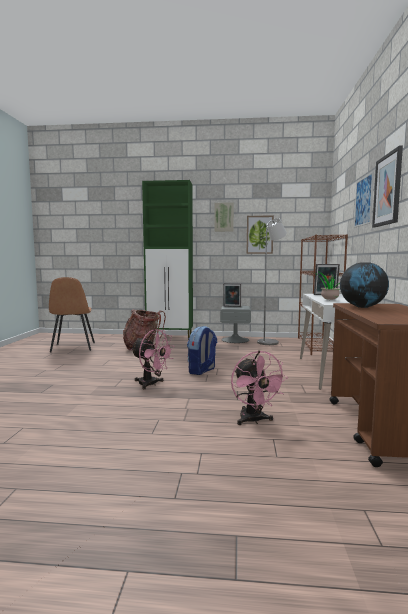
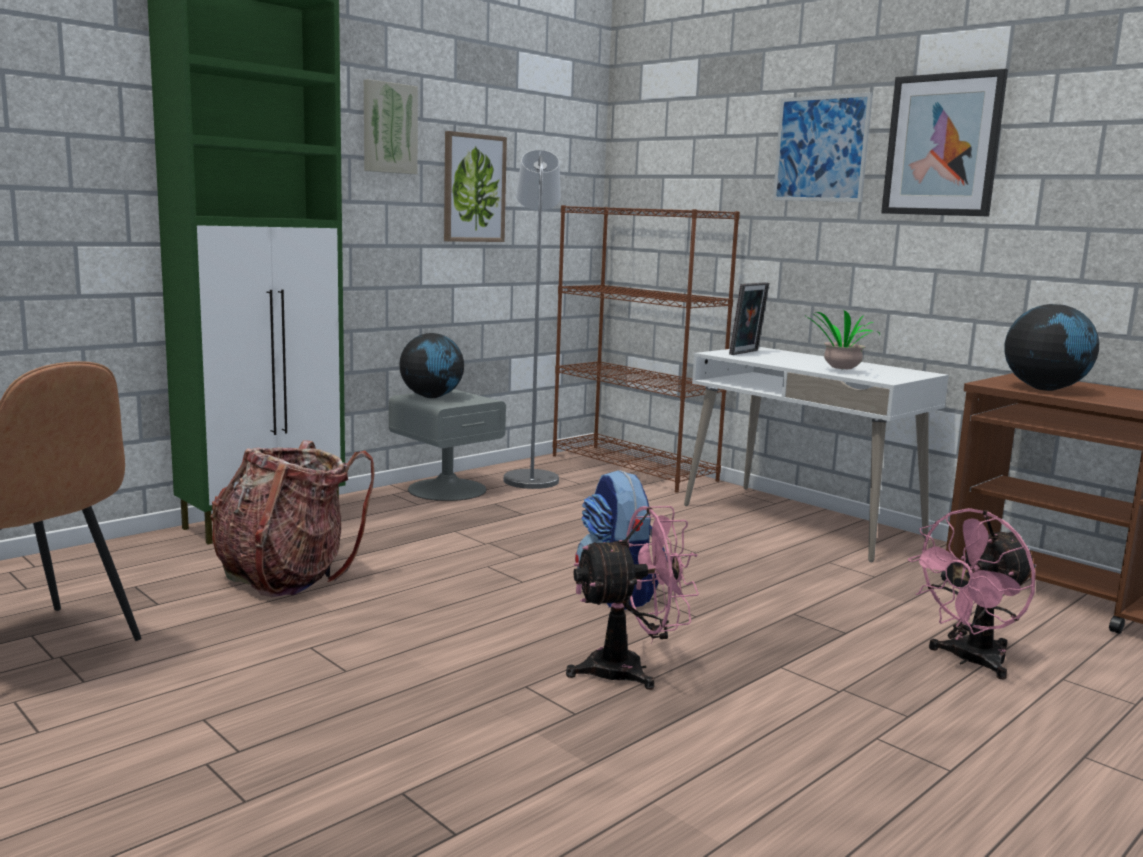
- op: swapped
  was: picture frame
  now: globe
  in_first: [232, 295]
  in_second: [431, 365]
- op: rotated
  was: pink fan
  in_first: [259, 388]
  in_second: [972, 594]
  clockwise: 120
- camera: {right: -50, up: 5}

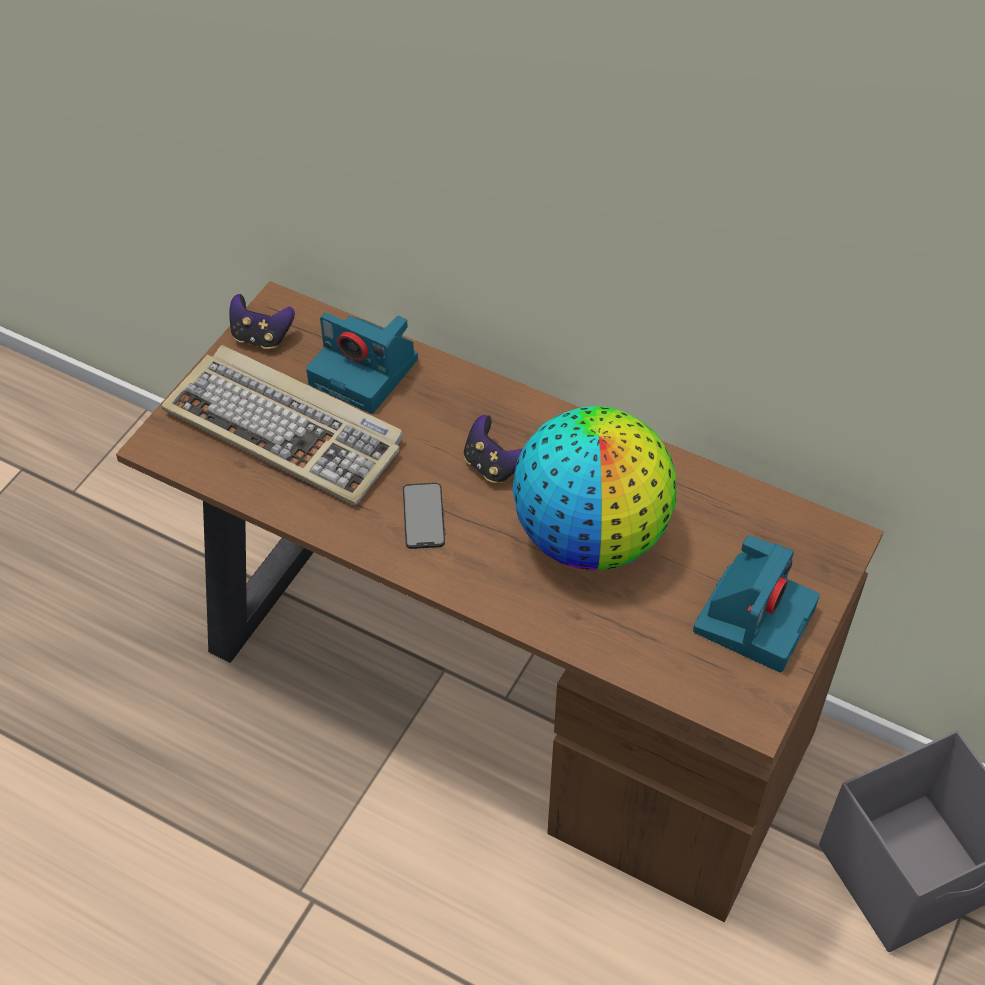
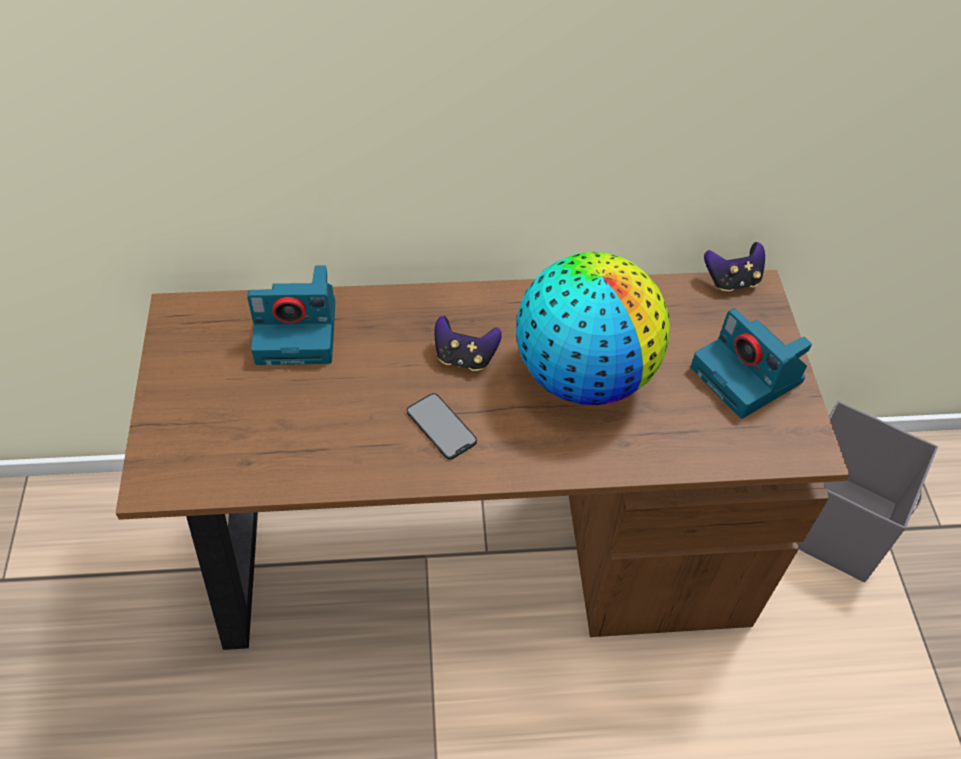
- op: shifted
  was: game controller
  in_first: [262, 321]
  in_second: [734, 266]
- op: gone
  was: keyboard
  in_first: [282, 425]
- op: rotated
  was: photo camera
  in_first: [756, 604]
  in_second: [751, 363]
  clockwise: 150
- camera: {right: -35, up: 0}

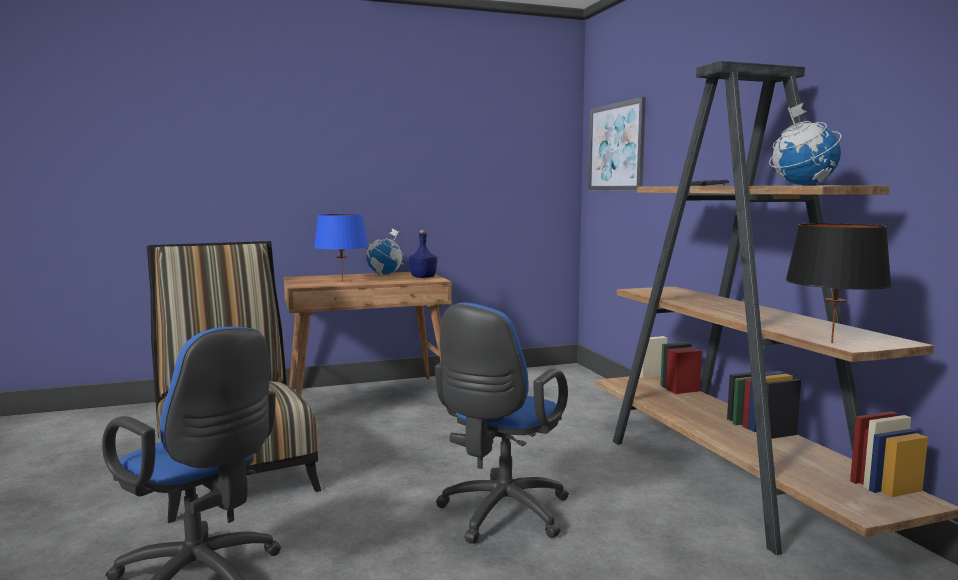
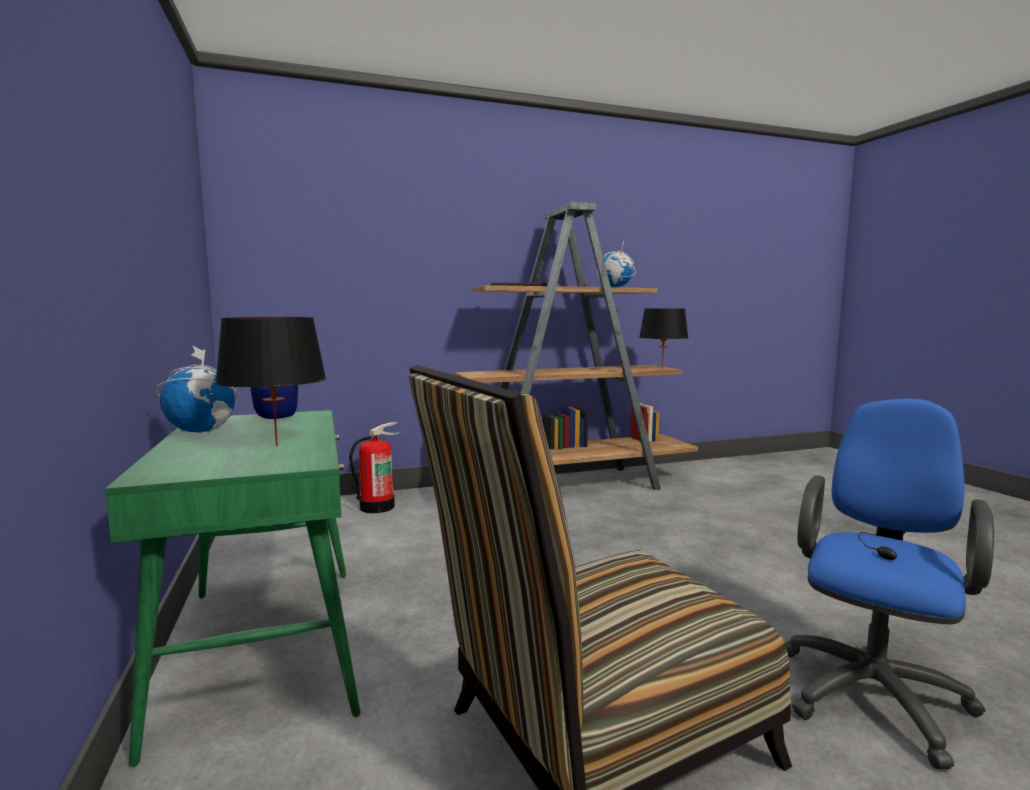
- op: gone
  was: picture
  in_first: [617, 144]
- op: repainted
  was: blue table lamp
  now: black table lamp
  in_first: [341, 248]
  in_second: [270, 381]
- op: repainted
  was: brown desk
  now: green desk
  in_first: [368, 334]
  in_second: [233, 588]
- op: gone
  was: blue office chair
  in_first: [502, 423]
- op: new
  now: fire extinguisher
  in_second: [374, 467]
- camera: {right: -90, up: 0}

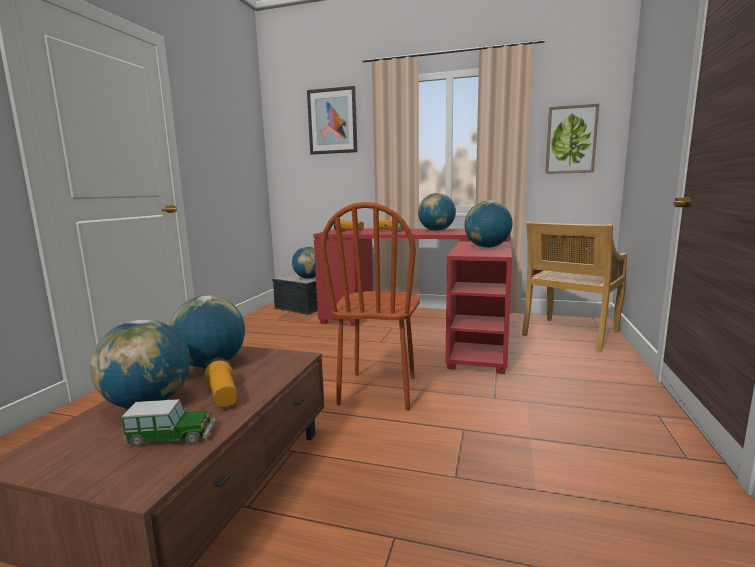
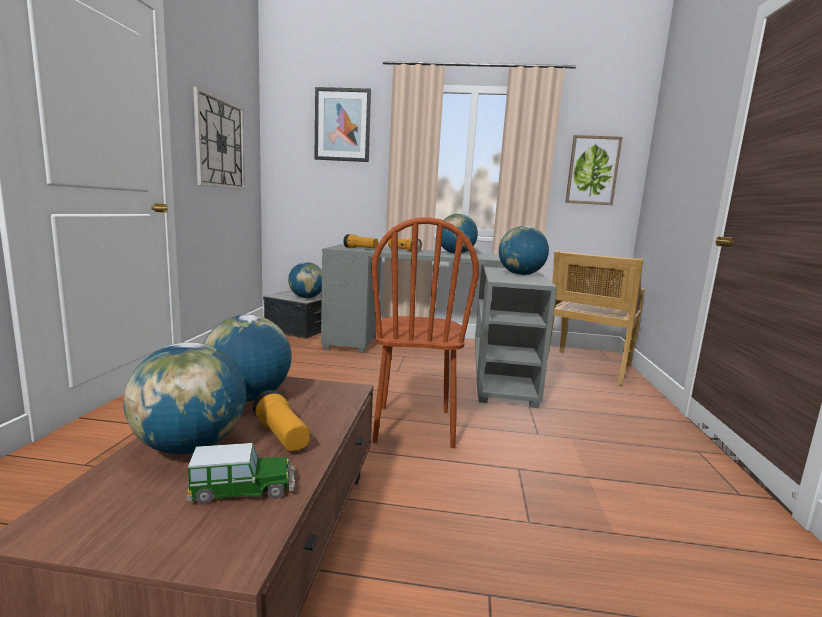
- op: repainted
  was: red desk
  now: grey desk
  in_first: [412, 301]
  in_second: [439, 326]
- op: new
  now: wall clock
  in_second: [219, 138]
- camera: {right: -10, up: 0}

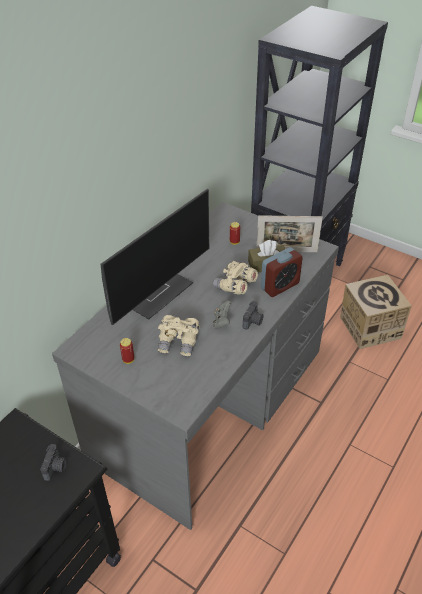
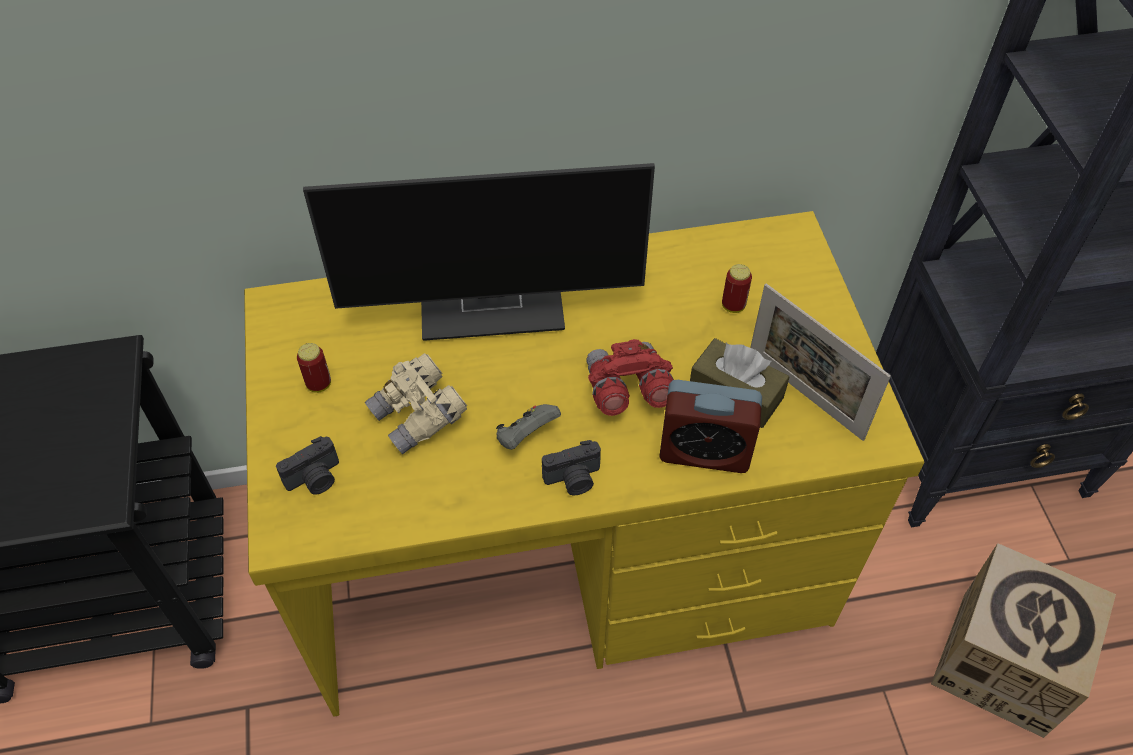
- op: repainted
  was: grey desk
  now: yellow desk
  in_first: [195, 366]
  in_second: [584, 464]
- op: repainted
  was: beige binoculars
  now: red binoculars
  in_first: [235, 278]
  in_second: [630, 377]
- op: shifted
  was: photo camera
  in_first: [53, 462]
  in_second: [307, 465]
- camera: {right: 45, up: 10}

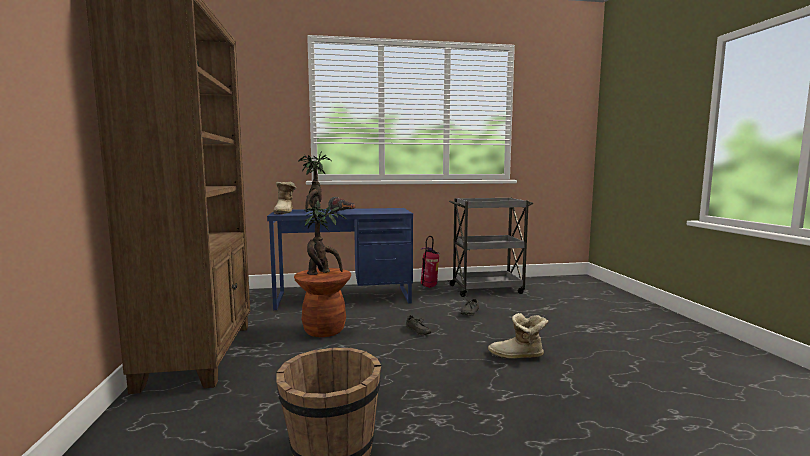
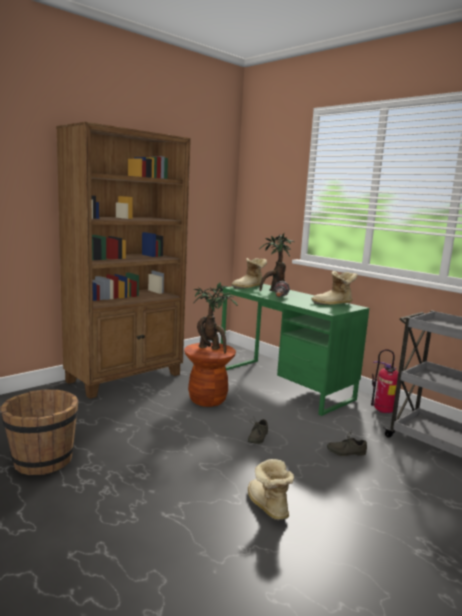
- op: repainted
  was: blue desk
  now: green desk
  in_first: [340, 259]
  in_second: [295, 350]
- op: new
  now: boot
  in_second: [334, 288]
- camera: {right: 55, up: 5}

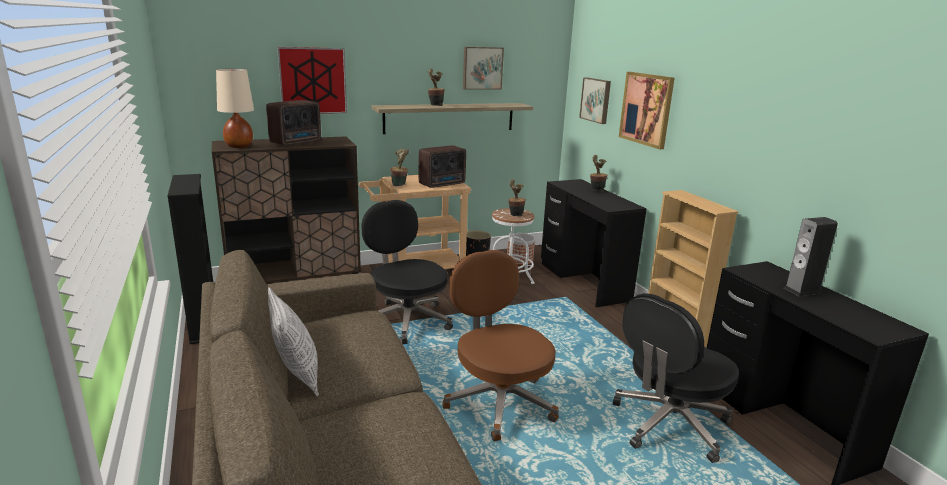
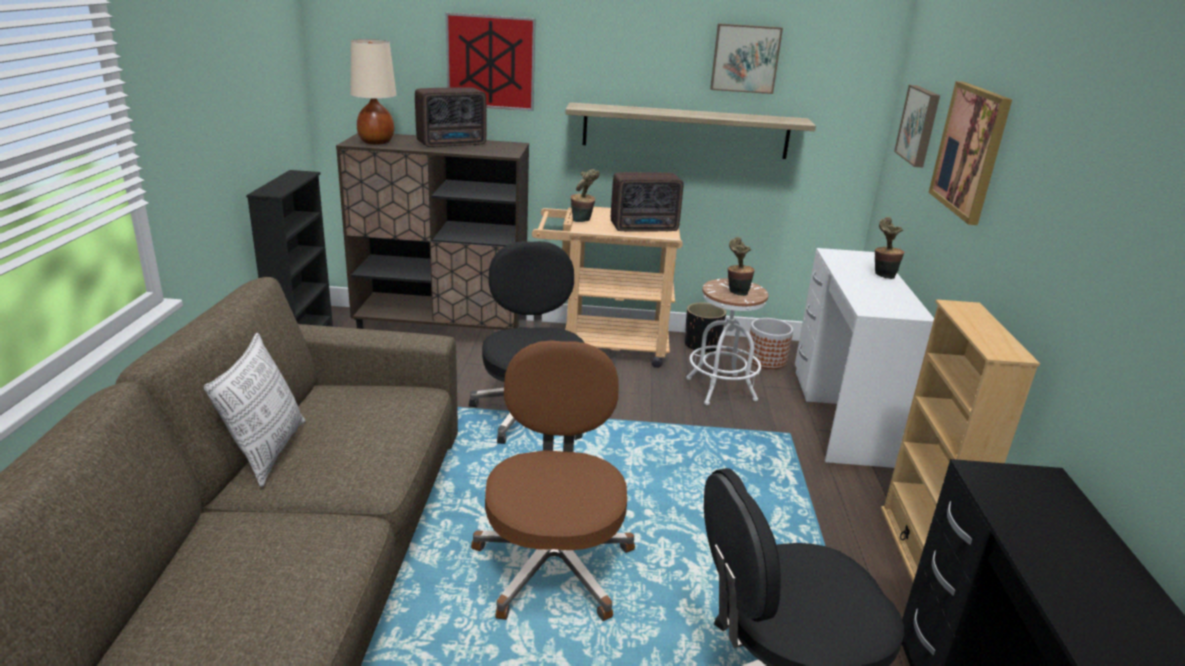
- op: gone
  was: potted plant
  in_first: [436, 87]
- op: repainted
  was: black desk
  now: white desk
  in_first: [594, 243]
  in_second: [864, 358]
- op: gone
  was: speaker
  in_first: [811, 256]
- camera: {right: 25, up: 5}

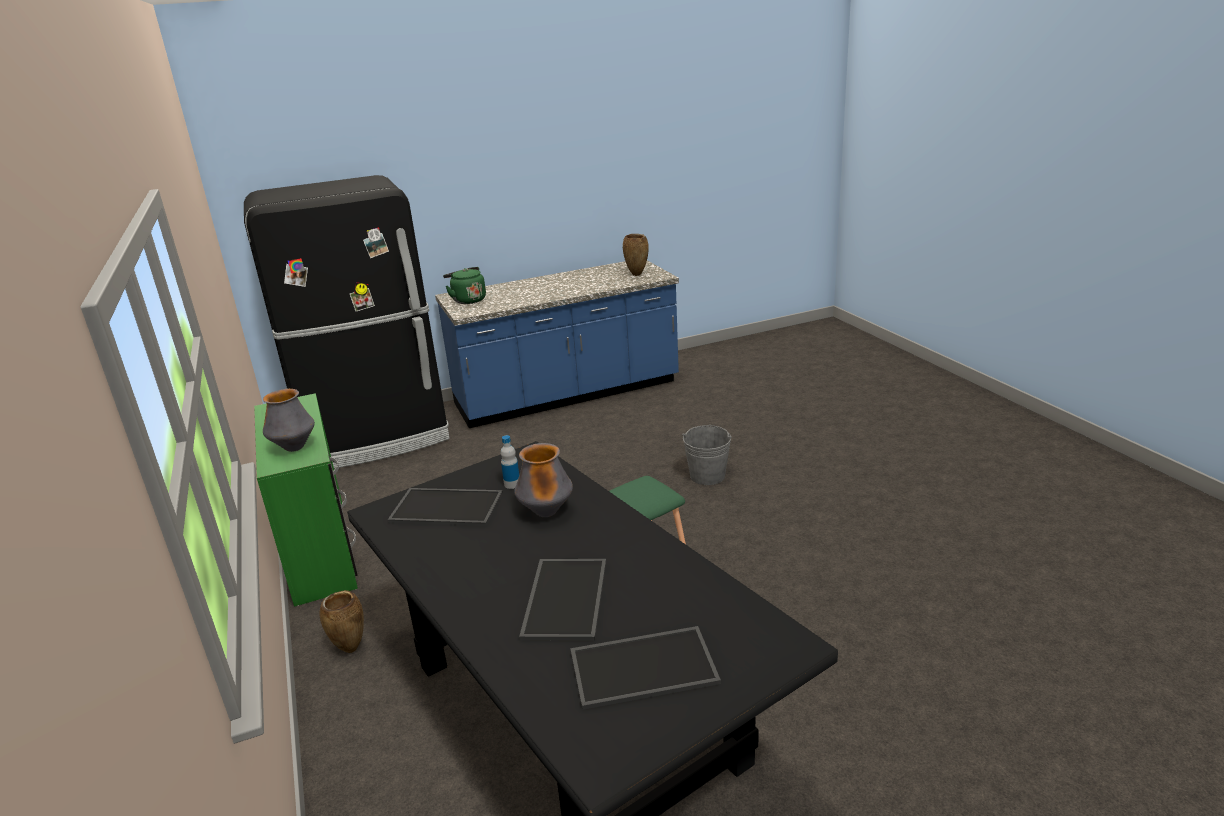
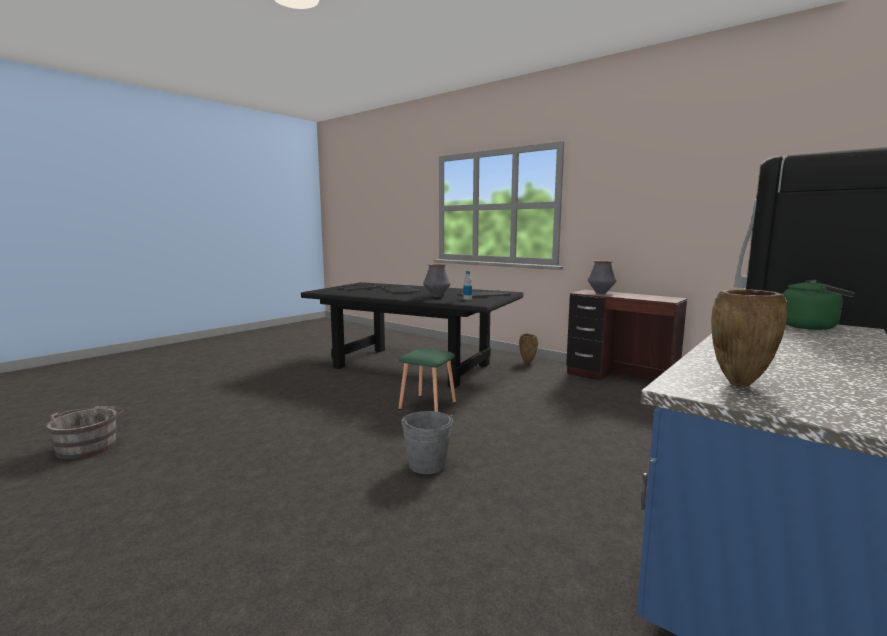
- op: repainted
  was: green desk
  now: brown desk
  in_first: [306, 500]
  in_second: [626, 335]
- op: new
  now: grey bucket
  in_second: [84, 432]
- camera: {right: 150, up: -15}

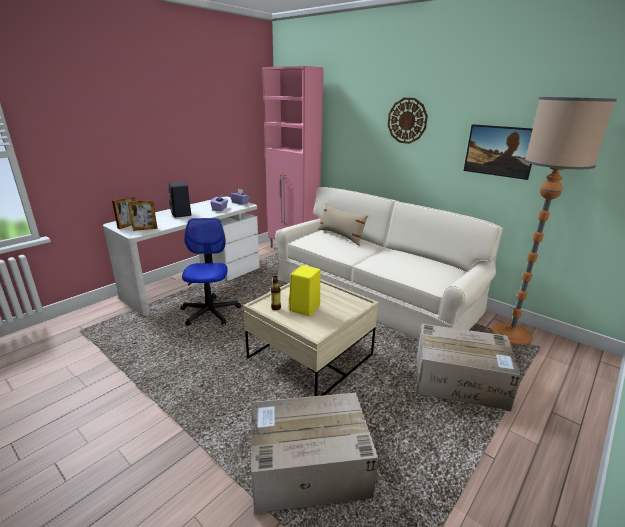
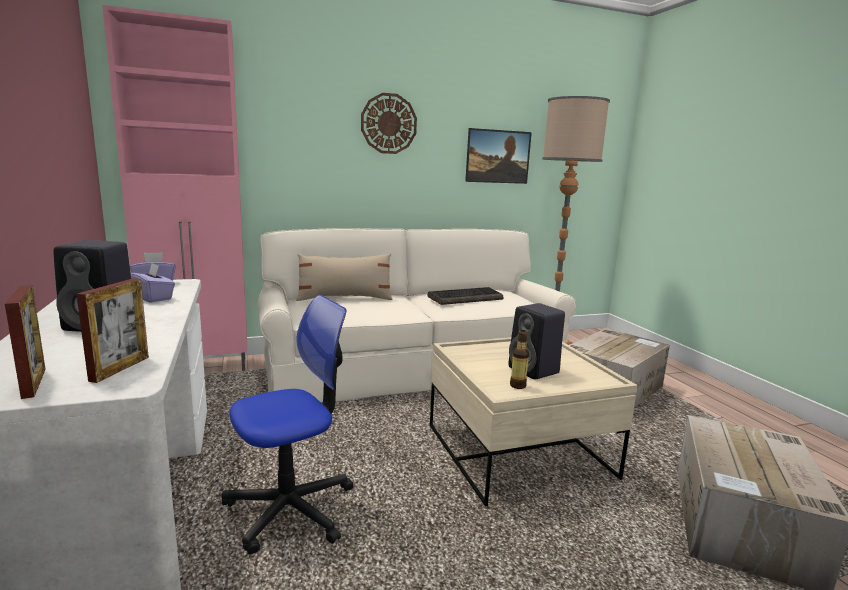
- op: rotated
  was: office chair
  in_first: [211, 272]
  in_second: [287, 424]
  clockwise: 120
- op: repainted
  was: yellow speaker
  now: black speaker
  in_first: [305, 290]
  in_second: [536, 341]
- op: new
  now: keyboard
  in_second: [466, 296]
- camera: {right: -60, up: -10}

